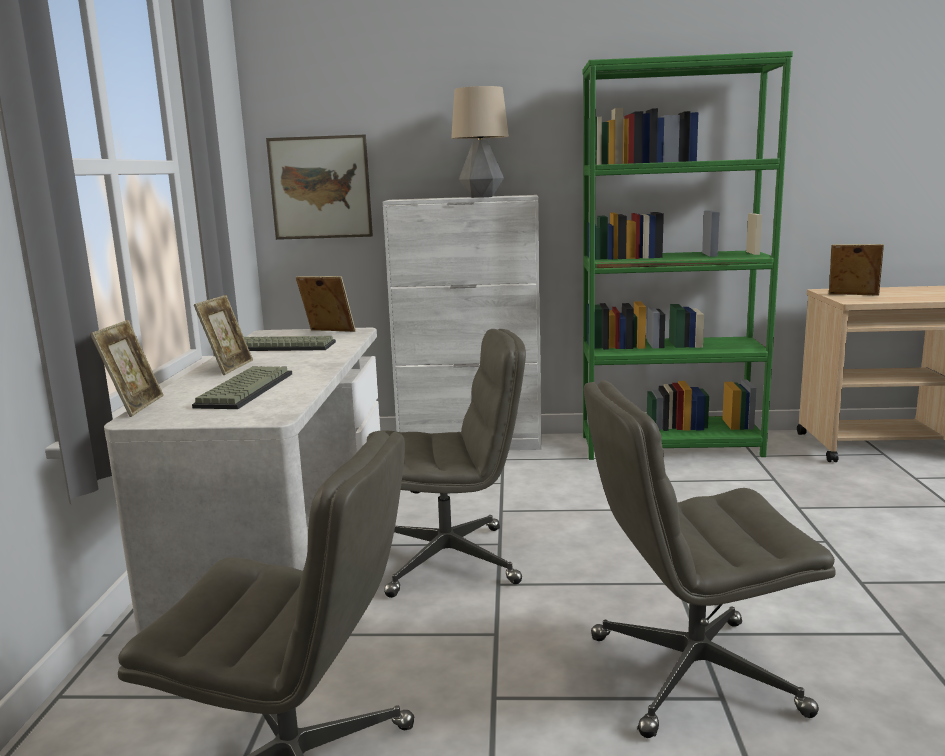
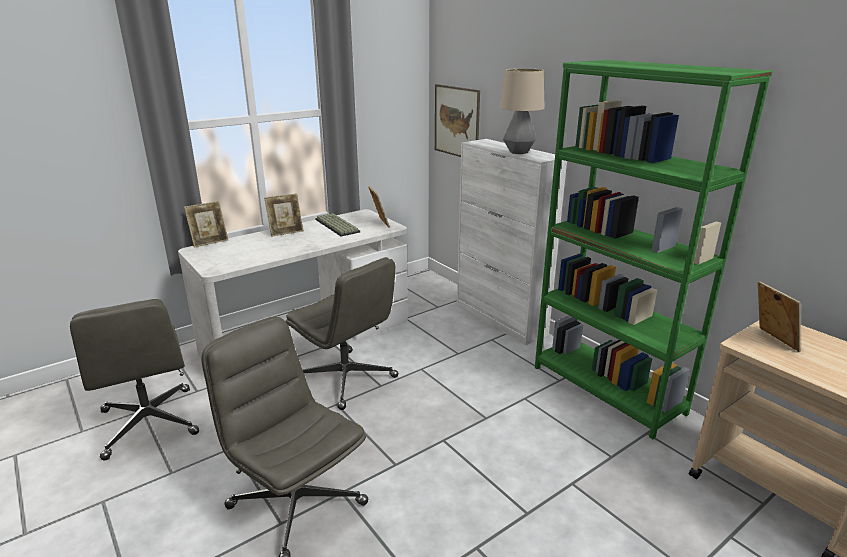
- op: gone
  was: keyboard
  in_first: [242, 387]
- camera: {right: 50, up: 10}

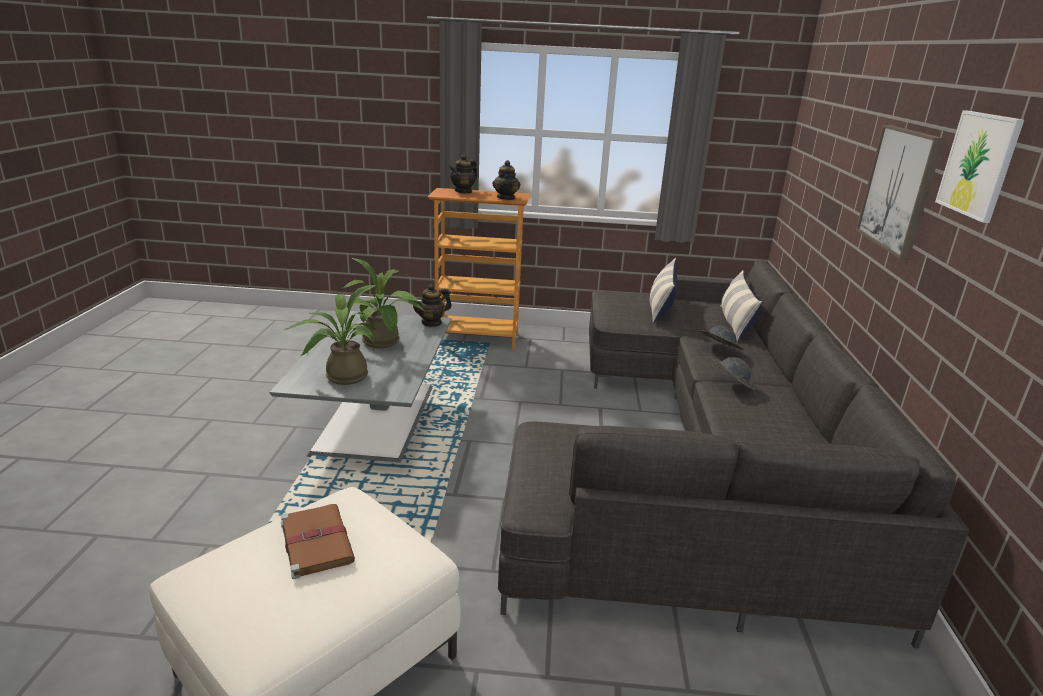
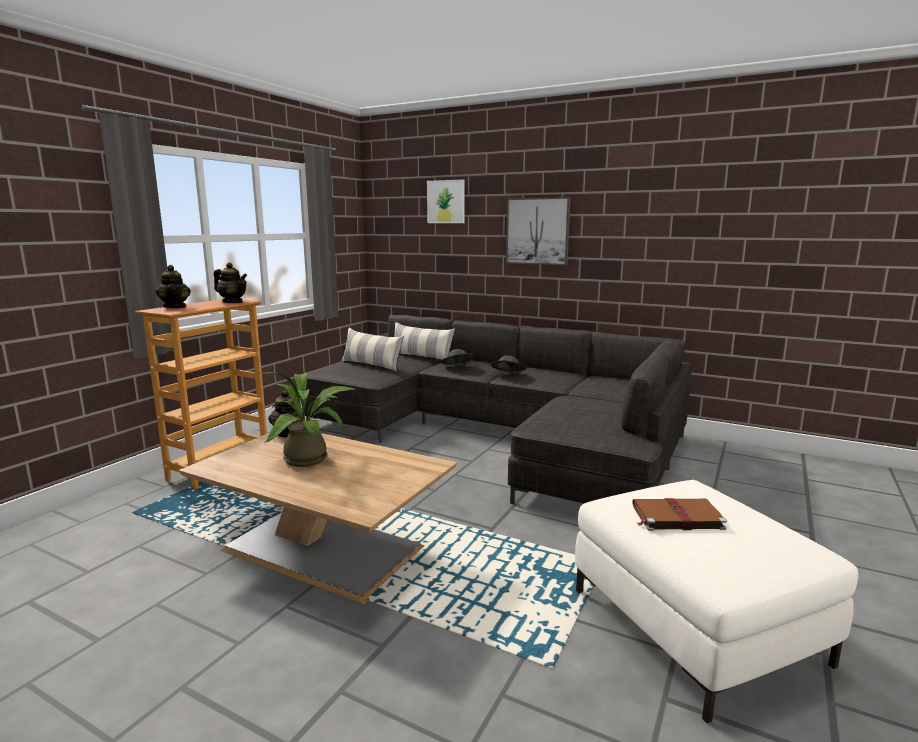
- op: shifted
  was: picture
  in_first: [979, 166]
  in_second: [446, 201]
- op: gone
  was: potted plant
  in_first: [331, 335]
- op: repainted
  was: grey coffee table
  now: brown coffee table
  in_first: [360, 386]
  in_second: [318, 518]
- camera: {right: -65, up: -10}

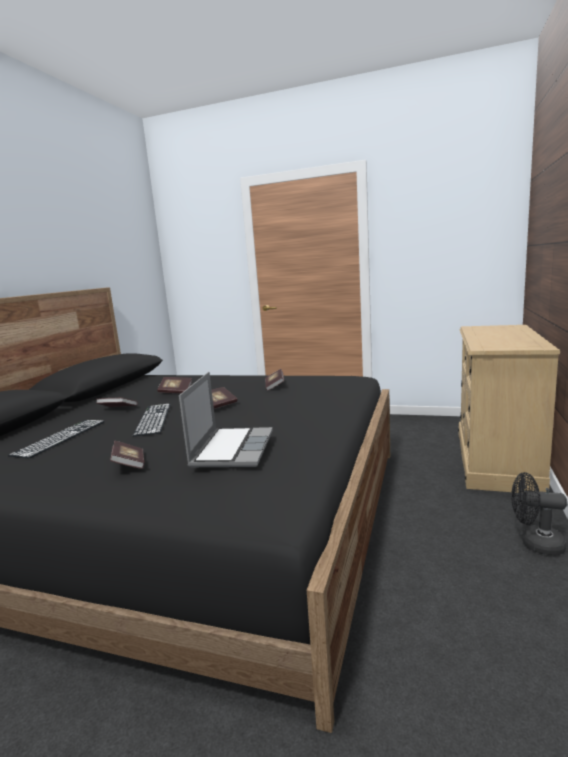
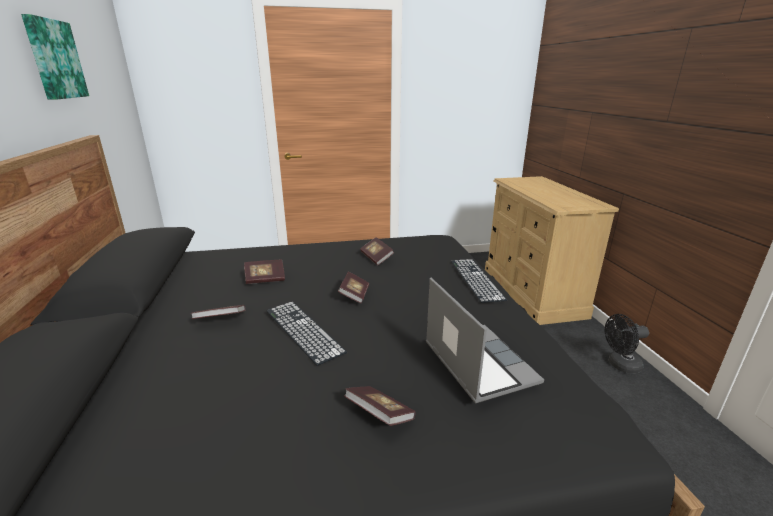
- op: shifted
  was: keyboard
  in_first: [56, 439]
  in_second: [479, 281]
- op: new
  now: picture
  in_second: [55, 57]
- camera: {right: -30, up: 10}

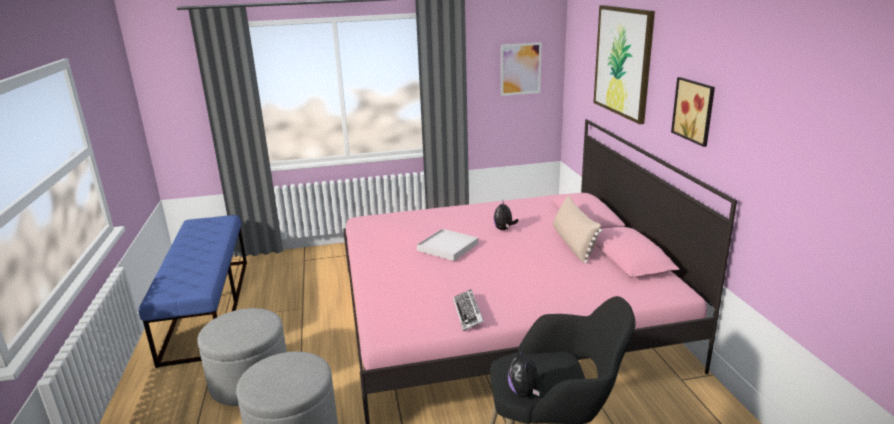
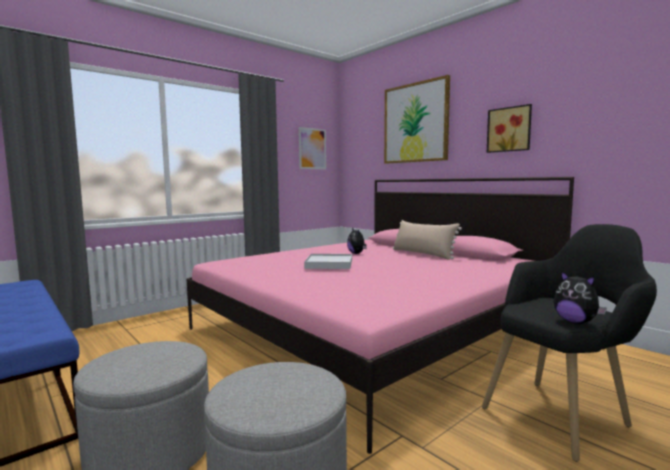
- op: gone
  was: keyboard
  in_first: [468, 310]
- camera: {right: -30, up: -15}

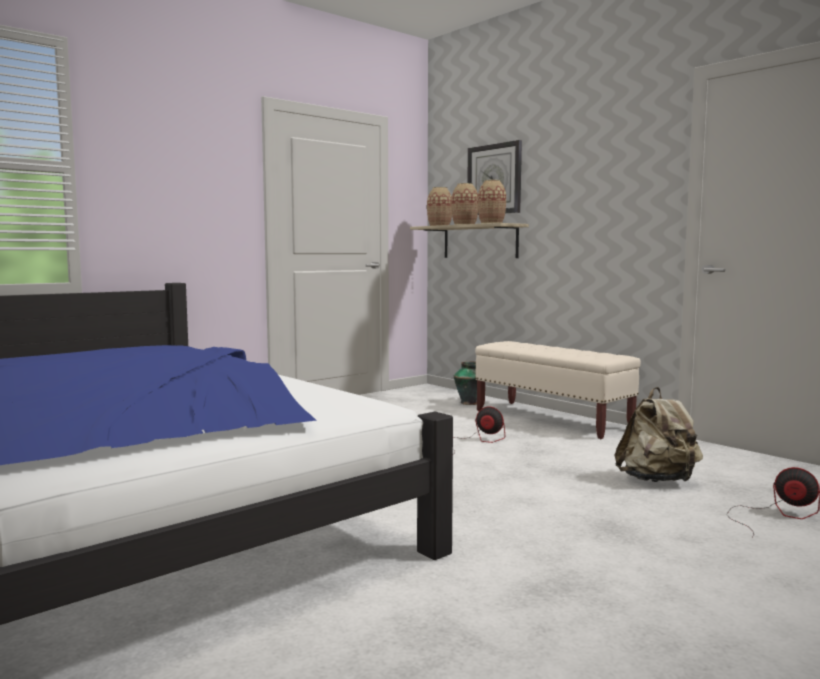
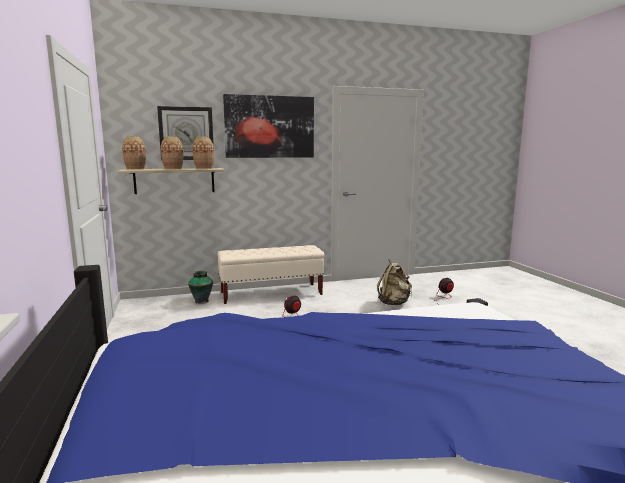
- op: new
  now: picture
  in_second: [268, 126]
- camera: {right: -65, up: 5}

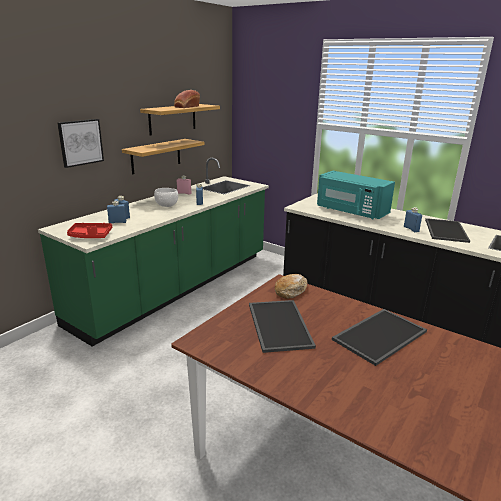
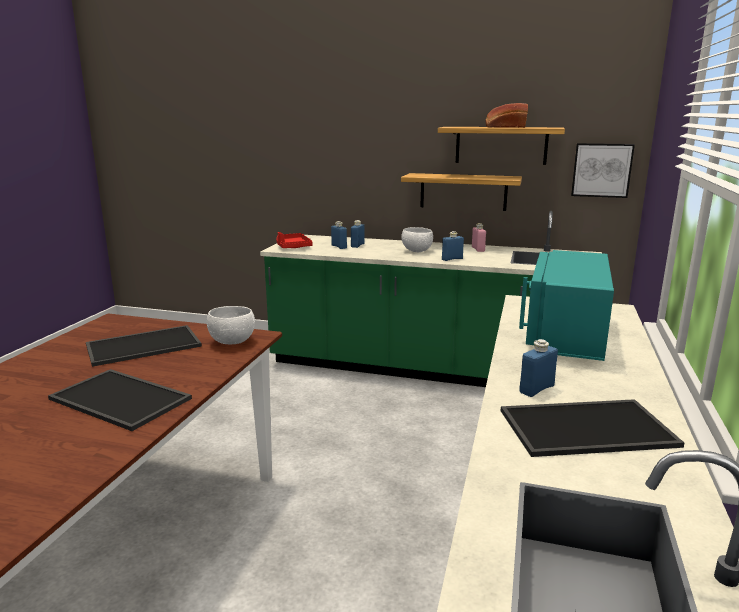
- op: shifted
  was: picture
  in_first: [80, 143]
  in_second: [603, 170]
- op: swapped
  was: bread
  now: white bowl
  in_first: [291, 286]
  in_second: [231, 325]
- camera: {right: 70, up: -5}

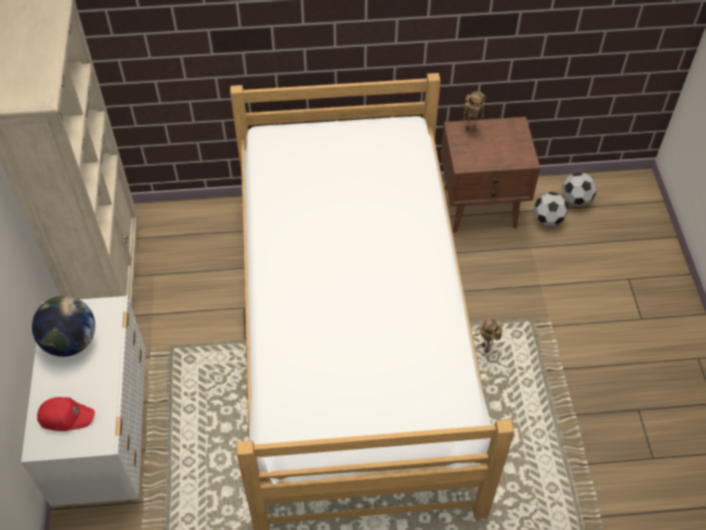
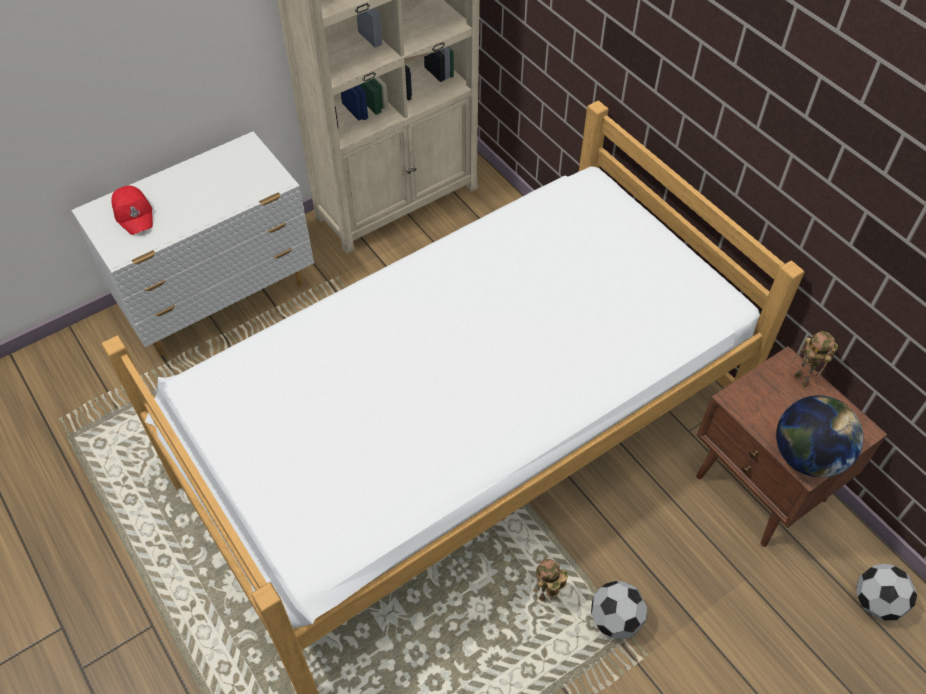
- op: shifted
  was: football
  in_first: [551, 209]
  in_second: [619, 610]
- op: shifted
  was: globe
  in_first: [63, 326]
  in_second: [819, 436]
- camera: {right: 60, up: 0}

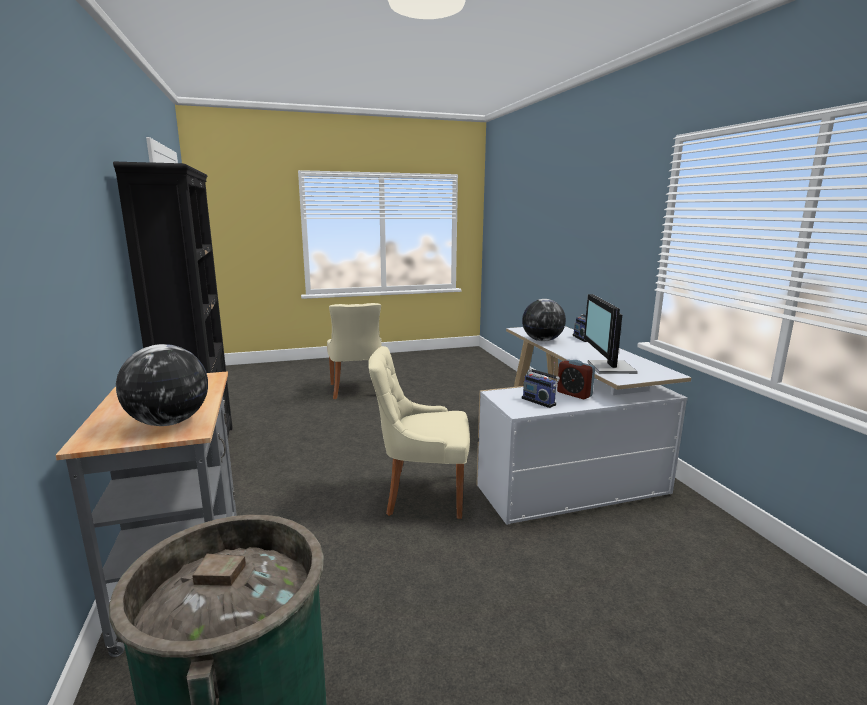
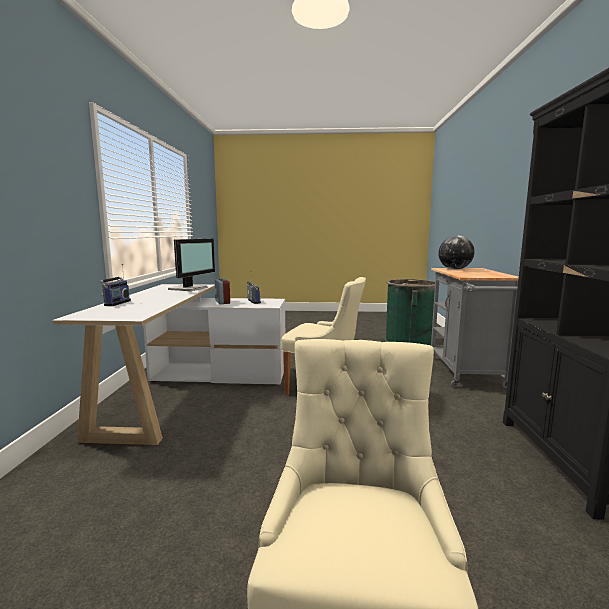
- op: gone
  was: globe
  in_first: [544, 320]
- camera: {right: -160, up: -5}

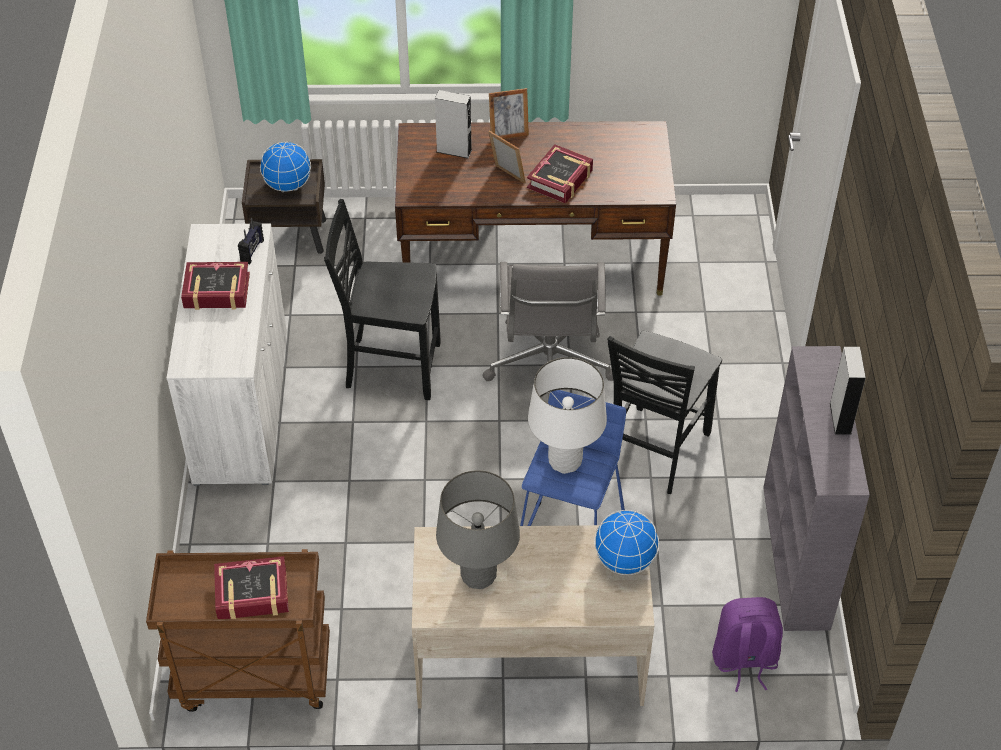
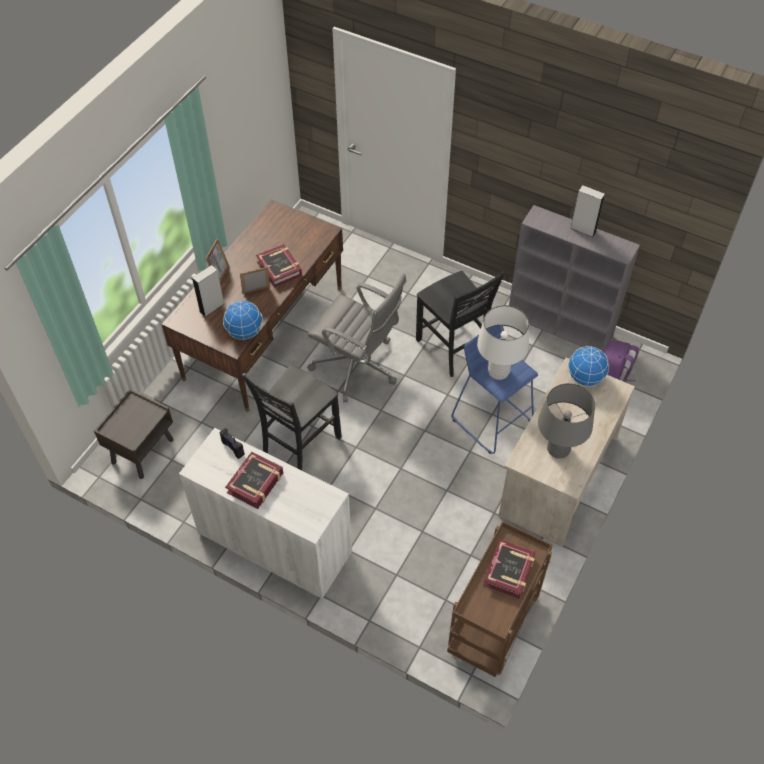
- op: shifted
  was: globe
  in_first: [285, 166]
  in_second: [243, 320]
- camera: {right: -60, up: 5}

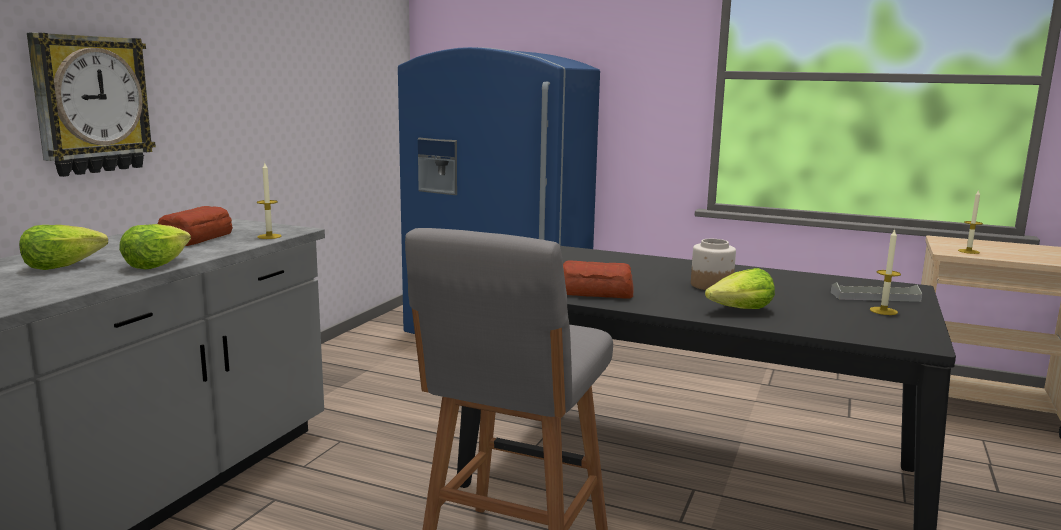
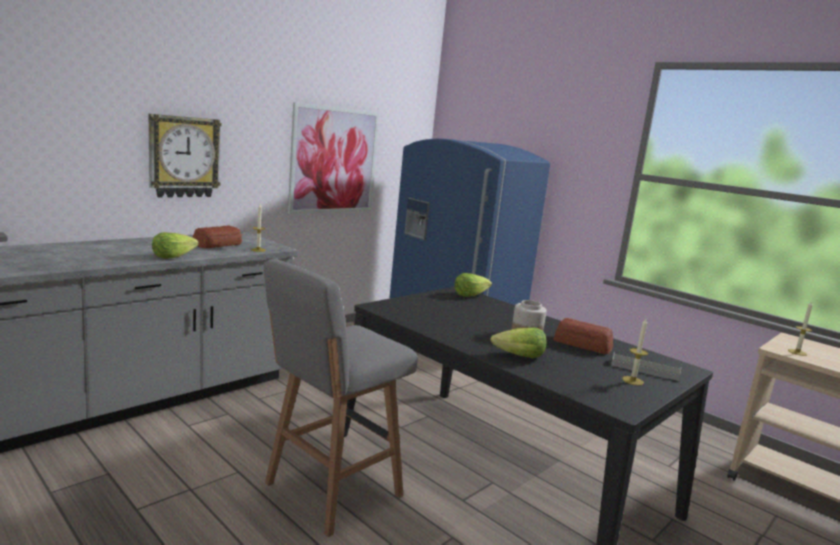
- op: shifted
  was: lettuce
  in_first: [63, 247]
  in_second: [473, 285]
- op: shifted
  was: bread
  in_first: [598, 279]
  in_second: [583, 336]
- op: new
  now: picture
  in_second: [333, 158]
- camera: {right: 20, up: 0}

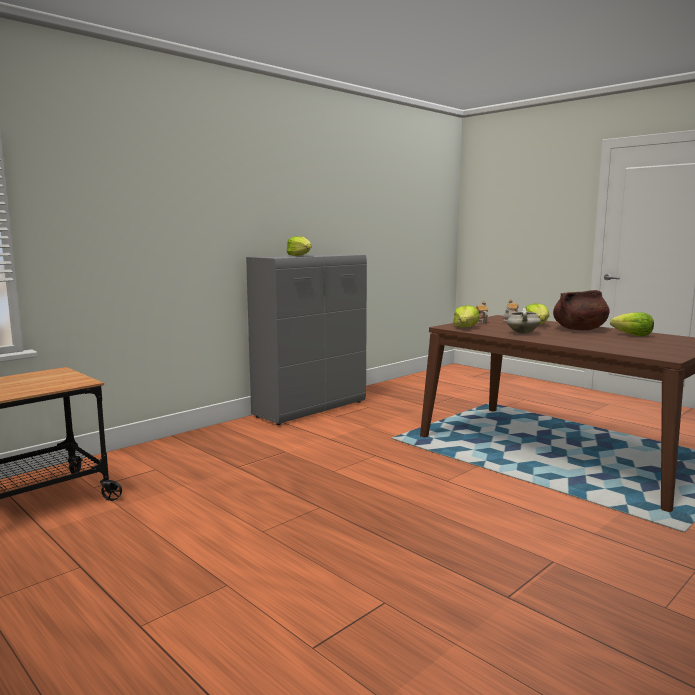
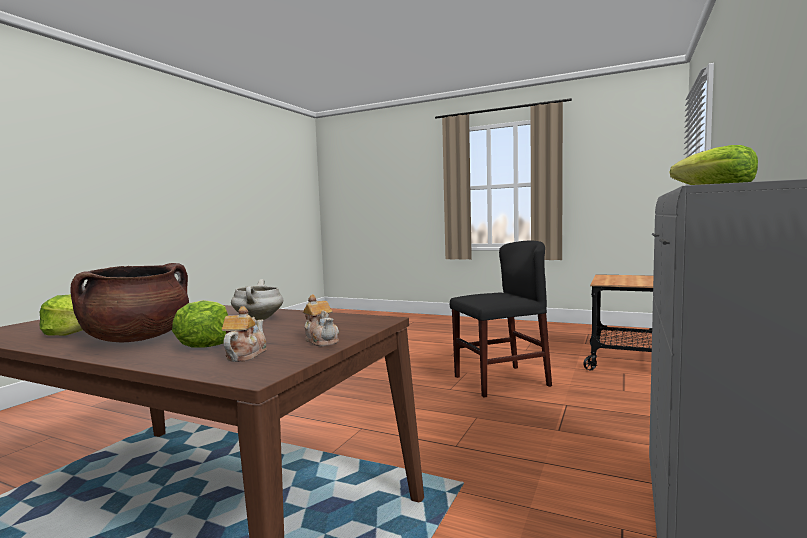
- op: gone
  was: lettuce
  in_first: [466, 316]
- op: new
  now: black chair
  in_second: [501, 318]
- camera: {right: 160, up: -5}

